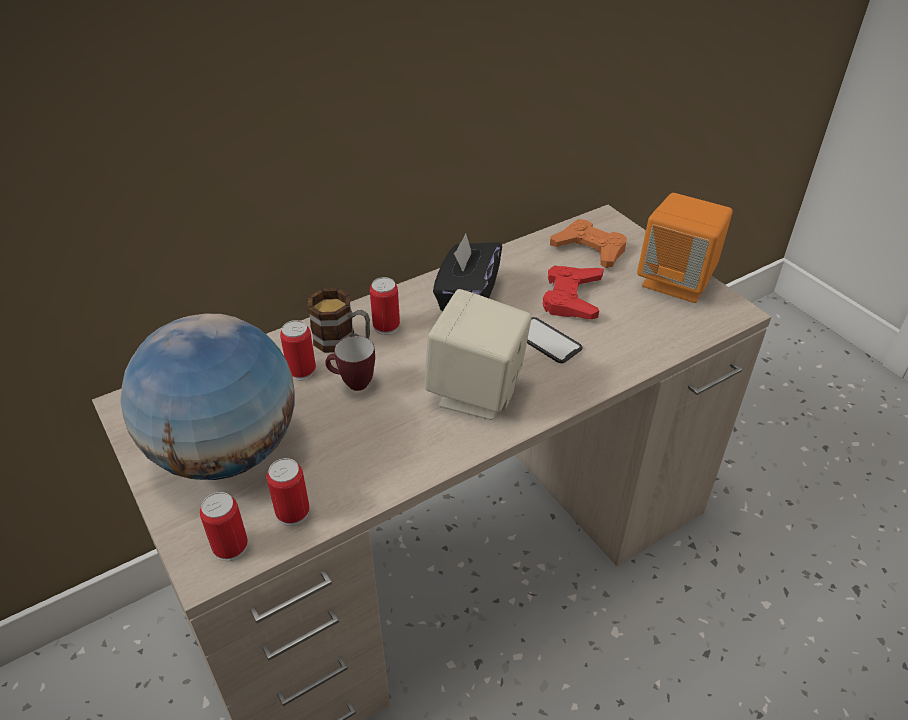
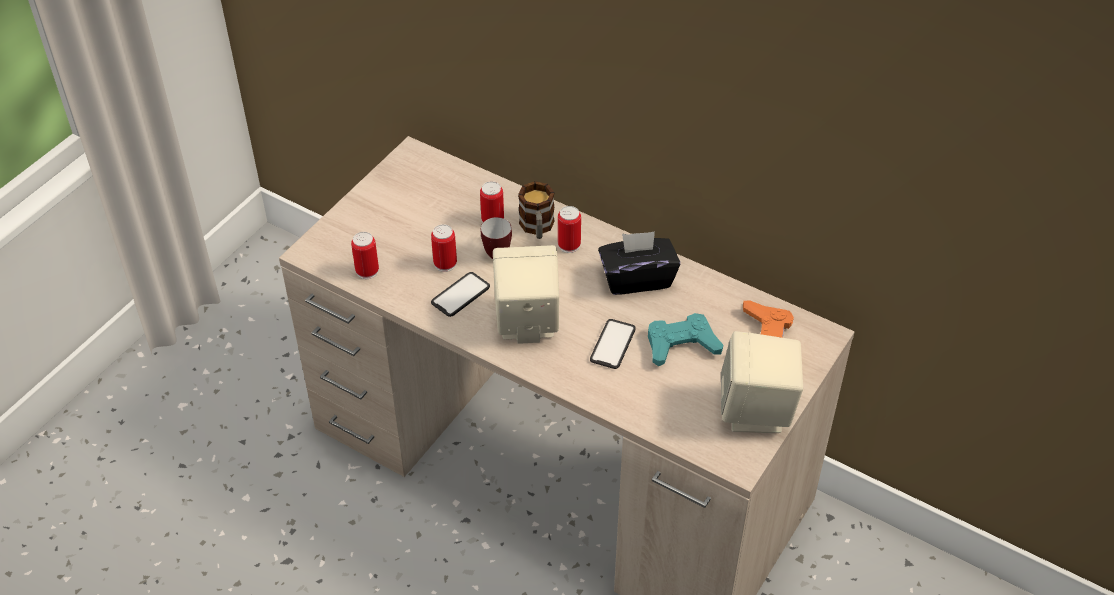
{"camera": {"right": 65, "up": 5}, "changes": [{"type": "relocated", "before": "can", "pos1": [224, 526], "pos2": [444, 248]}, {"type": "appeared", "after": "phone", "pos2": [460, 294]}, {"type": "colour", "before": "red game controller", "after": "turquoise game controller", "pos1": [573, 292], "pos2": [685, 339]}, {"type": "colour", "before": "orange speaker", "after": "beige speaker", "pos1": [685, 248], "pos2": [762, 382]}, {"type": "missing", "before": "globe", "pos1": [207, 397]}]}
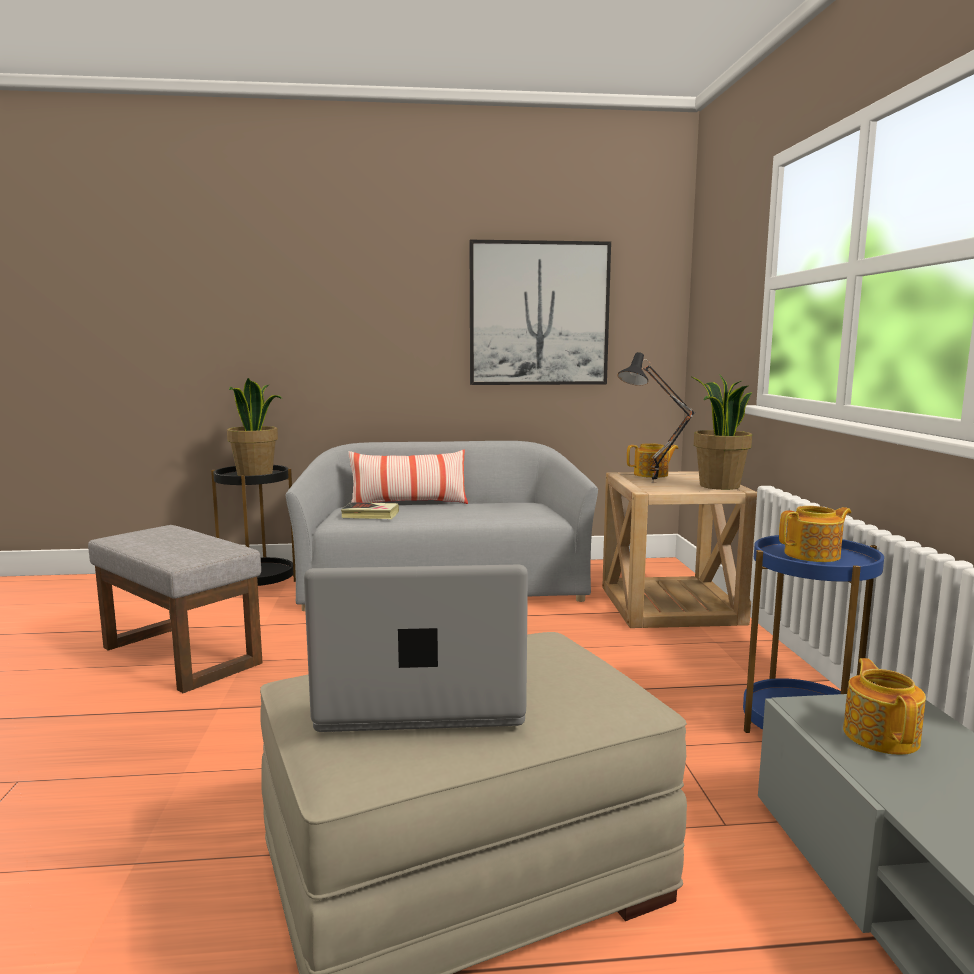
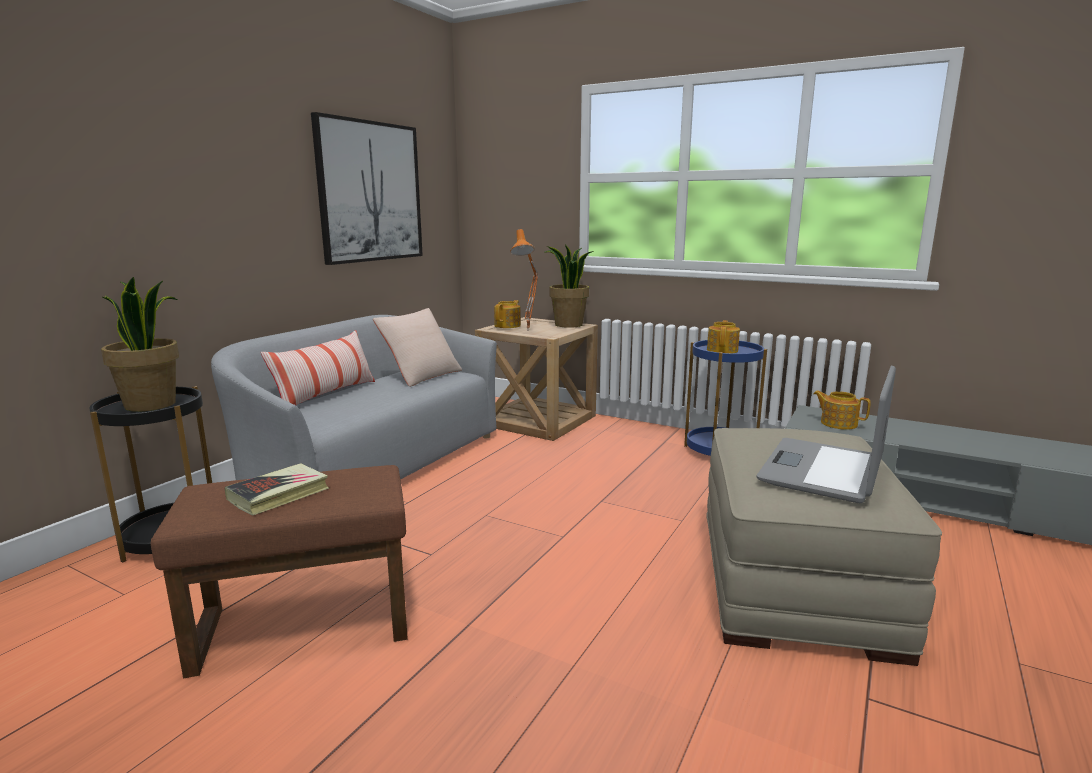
{"camera": {"right": -55, "up": 5}, "changes": [{"type": "colour", "before": "grey ottoman", "after": "brown ottoman", "pos1": [175, 609], "pos2": [279, 571]}, {"type": "relocated", "before": "book", "pos1": [370, 510], "pos2": [277, 489]}, {"type": "appeared", "after": "beige pillow", "pos2": [417, 347]}, {"type": "colour", "before": "black table lamp", "after": "orange table lamp", "pos1": [656, 417], "pos2": [524, 280]}]}
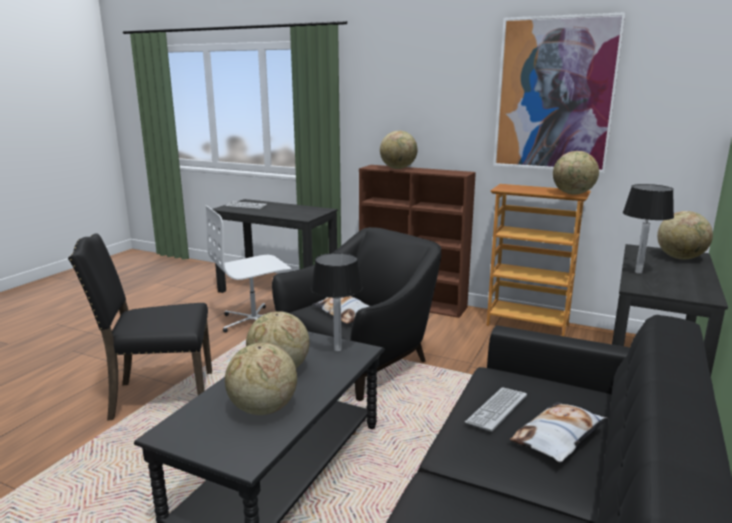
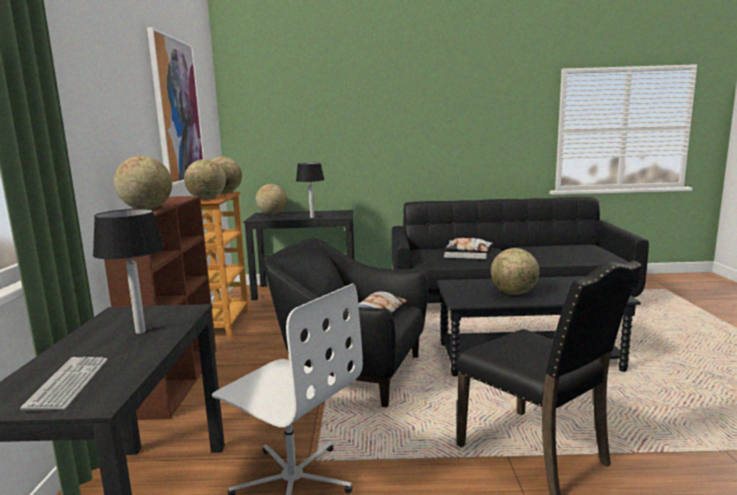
{"camera": {"right": -115, "up": -5}, "changes": [{"type": "relocated", "before": "table lamp", "pos1": [337, 302], "pos2": [129, 271]}, {"type": "relocated", "before": "globe", "pos1": [261, 379], "pos2": [205, 179]}]}
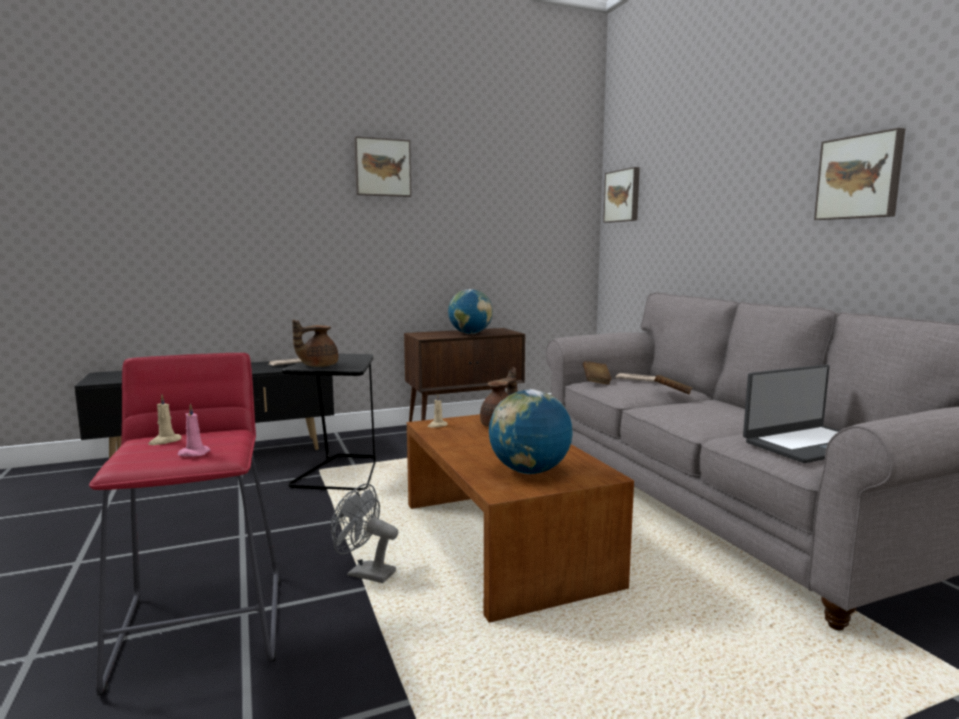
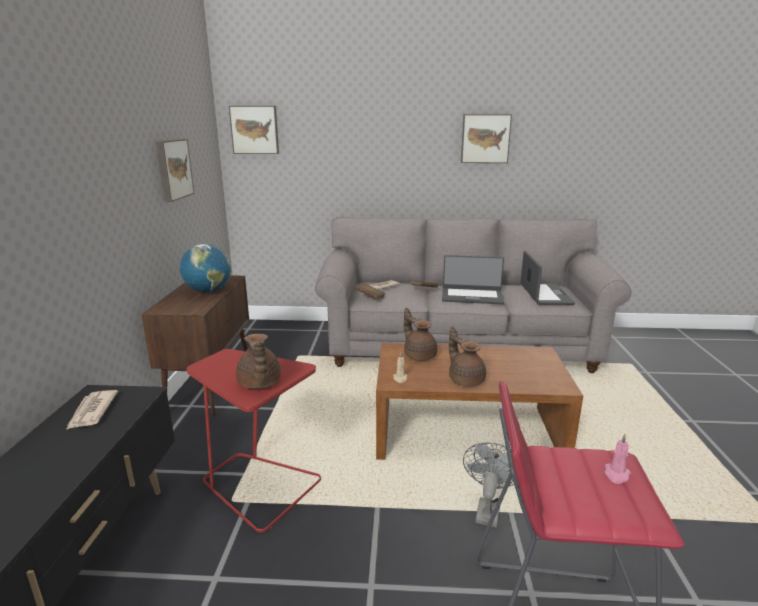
{"camera": {"right": -65, "up": 10}, "changes": [{"type": "relocated", "before": "picture", "pos1": [382, 167], "pos2": [175, 170]}, {"type": "colour", "before": "black side table", "after": "red side table", "pos1": [328, 421], "pos2": [254, 441]}, {"type": "appeared", "after": "laptop", "pos2": [473, 279]}, {"type": "appeared", "after": "brown teapot", "pos2": [467, 356]}, {"type": "spun", "before": "grey fan", "pos1": [364, 533], "pos2": [488, 485], "turn": 150}, {"type": "missing", "before": "beige candle", "pos1": [165, 419]}, {"type": "missing", "before": "globe", "pos1": [530, 431]}]}
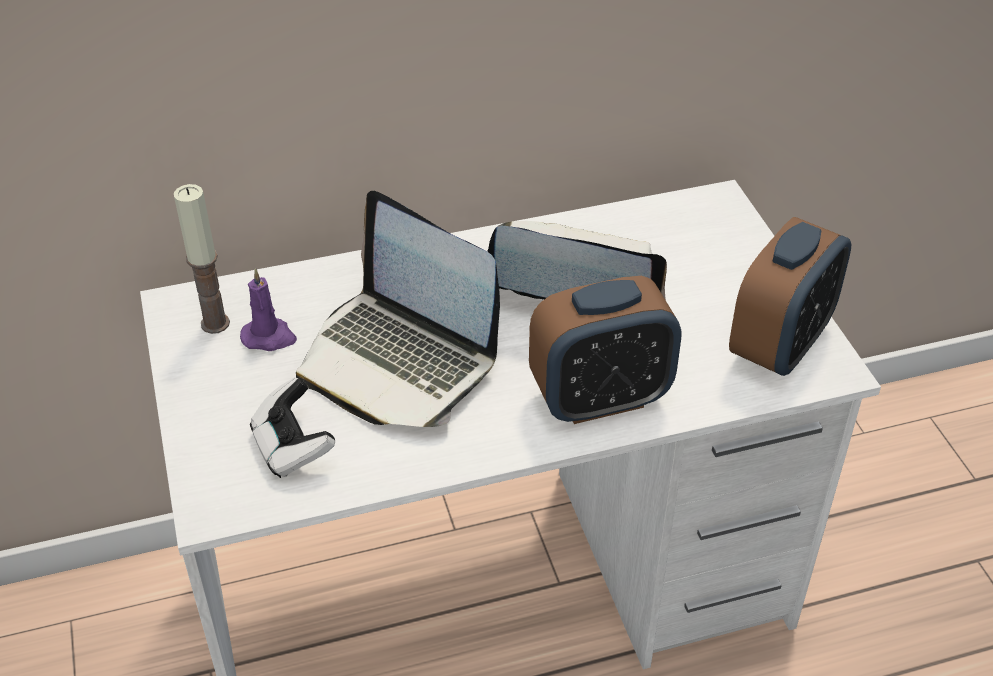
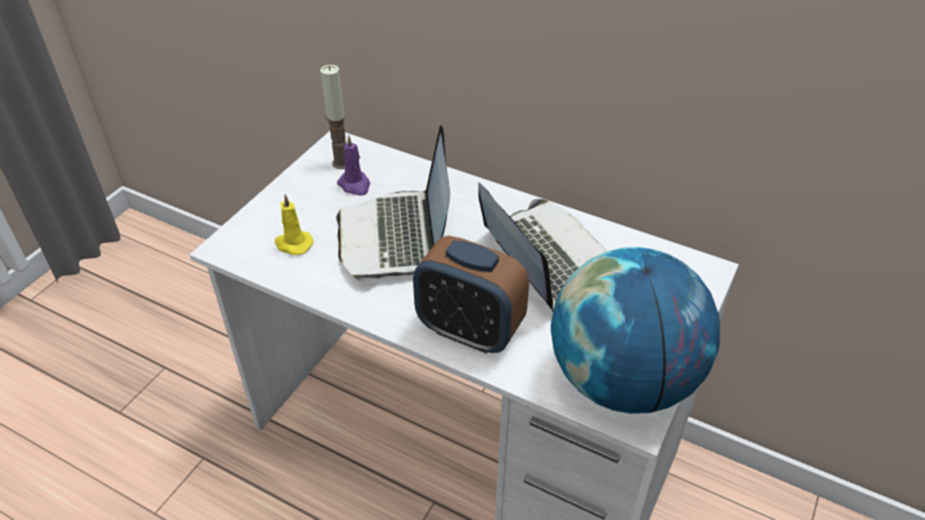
{"camera": {"right": 45, "up": 0}, "changes": [{"type": "exchanged", "before": "game controller", "after": "yellow candle", "pos1": [292, 428], "pos2": [294, 224]}, {"type": "exchanged", "before": "alarm clock", "after": "globe", "pos1": [790, 296], "pos2": [635, 330]}]}
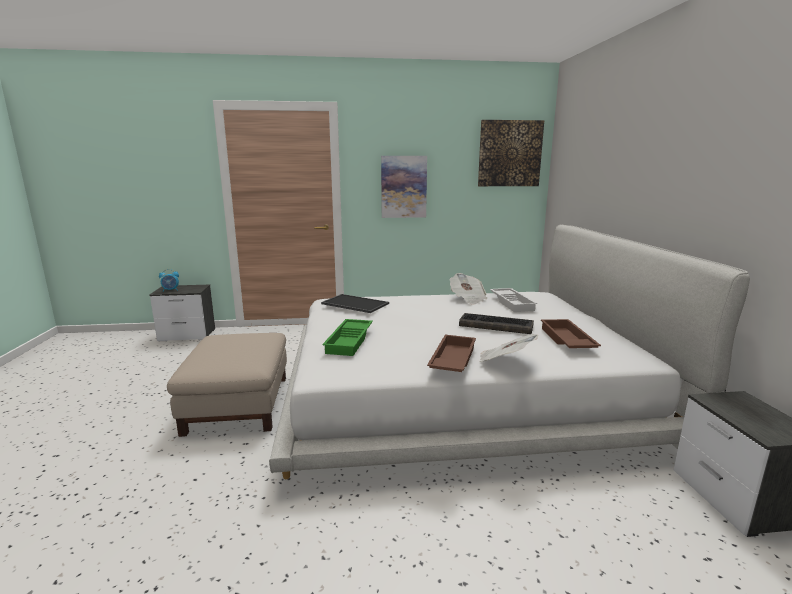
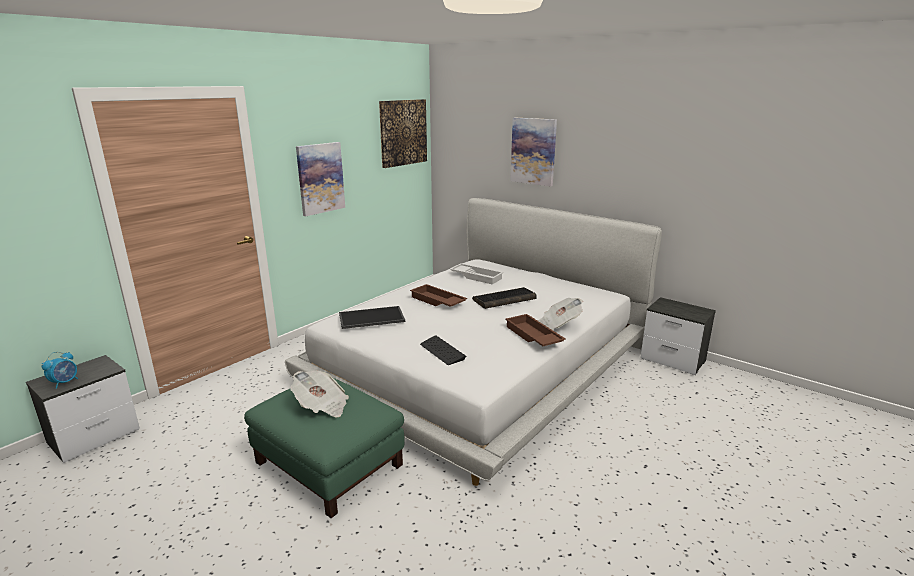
{"camera": {"right": -45, "up": 5}, "changes": [{"type": "colour", "before": "beige ottoman", "after": "green ottoman", "pos1": [227, 385], "pos2": [324, 447]}, {"type": "relocated", "before": "newspaper", "pos1": [468, 289], "pos2": [319, 393]}, {"type": "relocated", "before": "brown tray", "pos1": [571, 333], "pos2": [438, 295]}, {"type": "exchanged", "before": "green tray", "after": "keyboard", "pos1": [347, 337], "pos2": [443, 350]}, {"type": "appeared", "after": "picture", "pos2": [533, 152]}]}
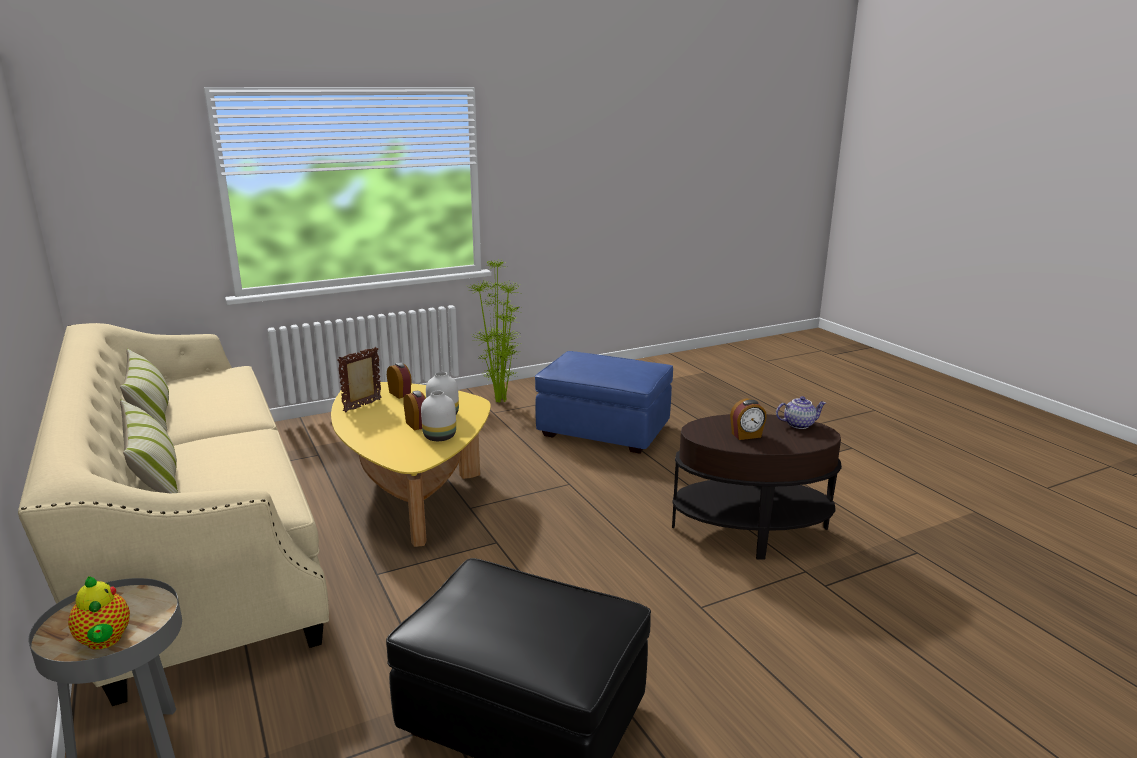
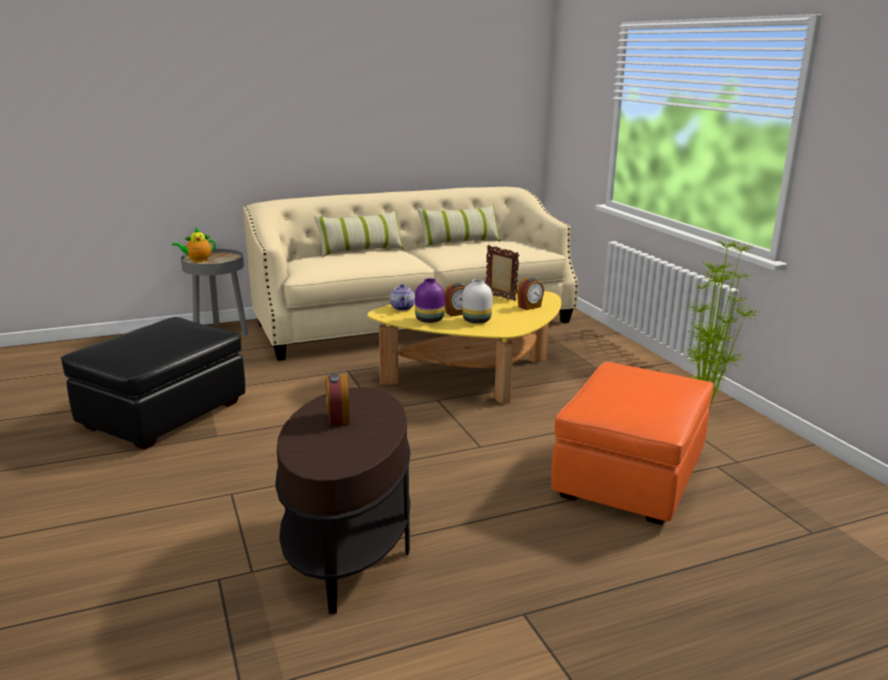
{"camera": {"right": 95, "up": 0}, "changes": [{"type": "relocated", "before": "teapot", "pos1": [801, 412], "pos2": [402, 297]}, {"type": "colour", "before": "white vase", "after": "purple vase", "pos1": [438, 416], "pos2": [430, 300]}, {"type": "colour", "before": "blue ottoman", "after": "orange ottoman", "pos1": [604, 402], "pos2": [632, 443]}]}
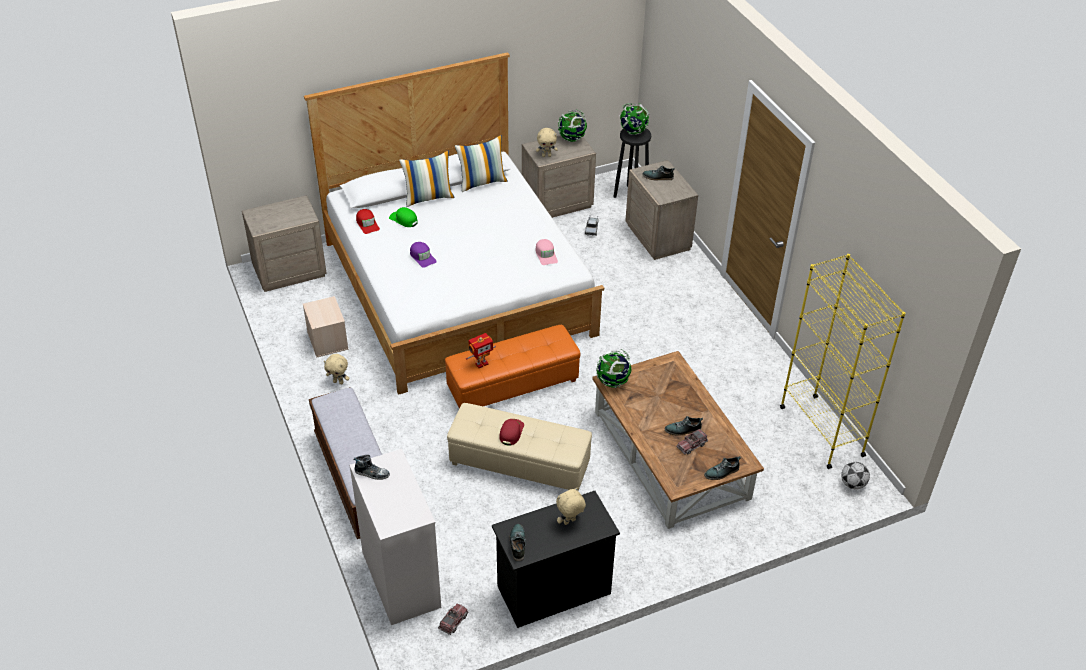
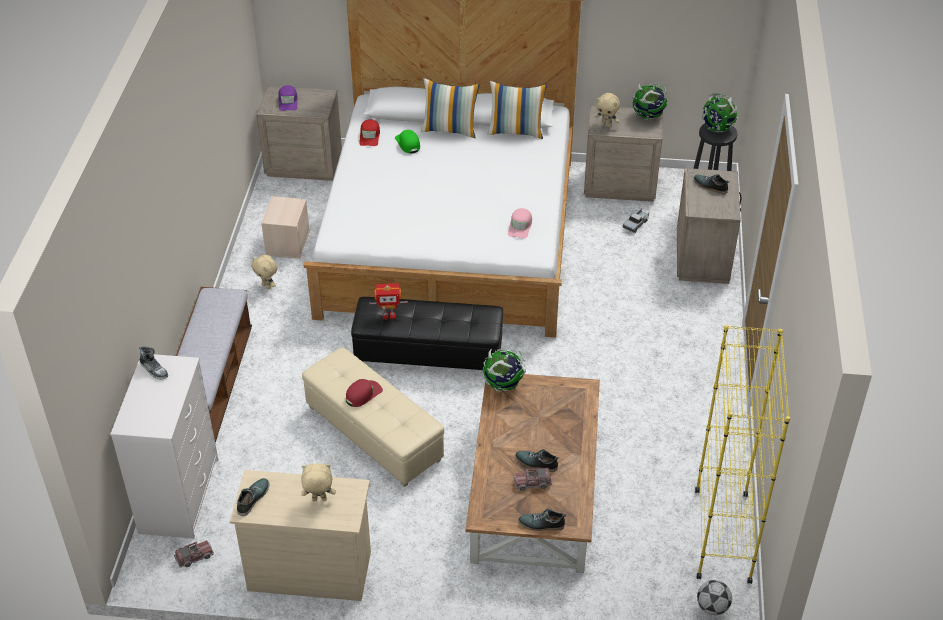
{"camera": {"right": 30, "up": 0}, "changes": [{"type": "colour", "before": "black dresser", "after": "beige dresser", "pos1": [556, 559], "pos2": [300, 535]}, {"type": "relocated", "before": "purple cap", "pos1": [423, 255], "pos2": [288, 98]}, {"type": "colour", "before": "orange ottoman", "after": "black ottoman", "pos1": [512, 366], "pos2": [427, 333]}]}
